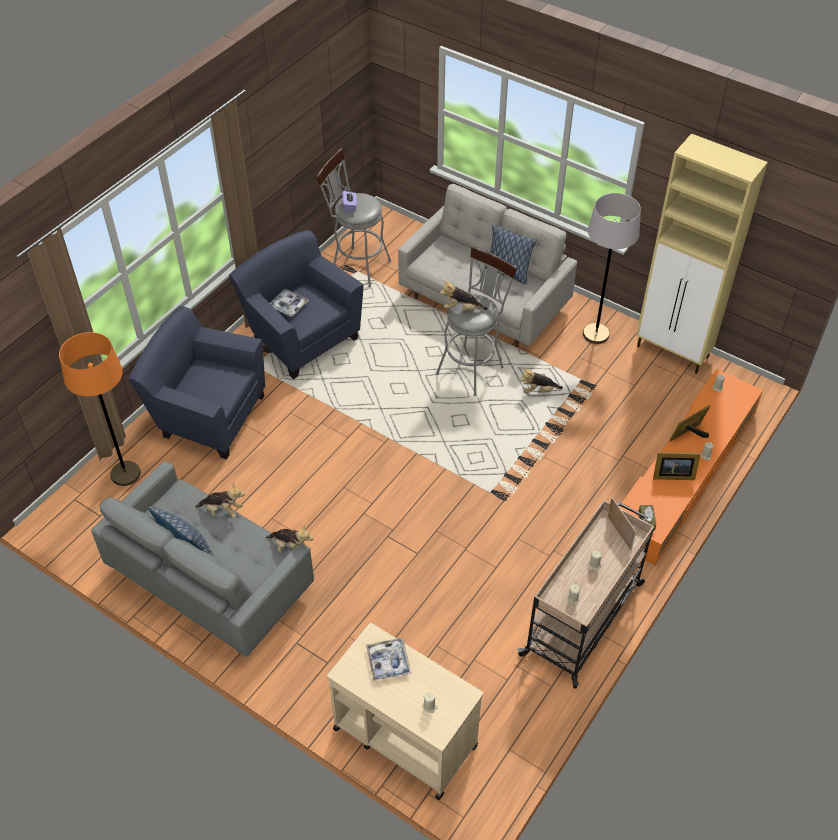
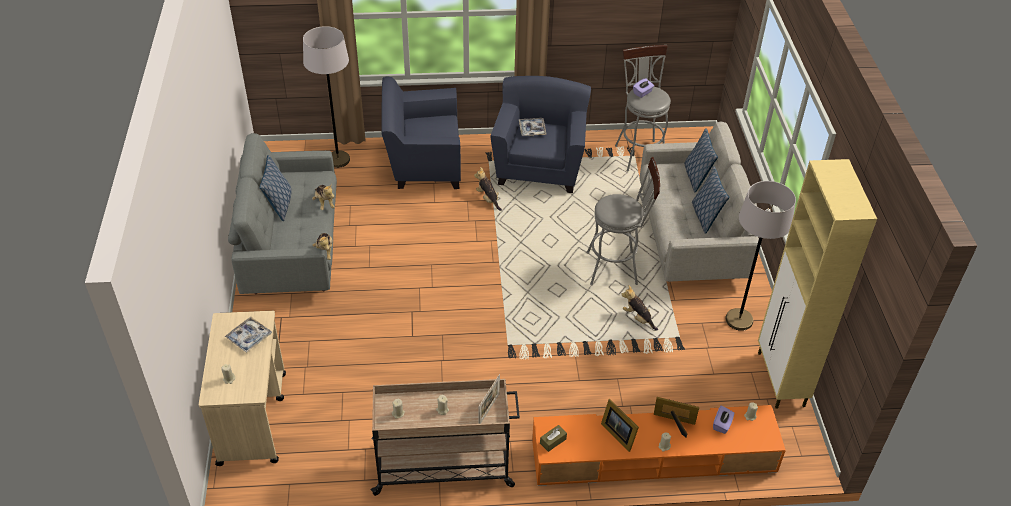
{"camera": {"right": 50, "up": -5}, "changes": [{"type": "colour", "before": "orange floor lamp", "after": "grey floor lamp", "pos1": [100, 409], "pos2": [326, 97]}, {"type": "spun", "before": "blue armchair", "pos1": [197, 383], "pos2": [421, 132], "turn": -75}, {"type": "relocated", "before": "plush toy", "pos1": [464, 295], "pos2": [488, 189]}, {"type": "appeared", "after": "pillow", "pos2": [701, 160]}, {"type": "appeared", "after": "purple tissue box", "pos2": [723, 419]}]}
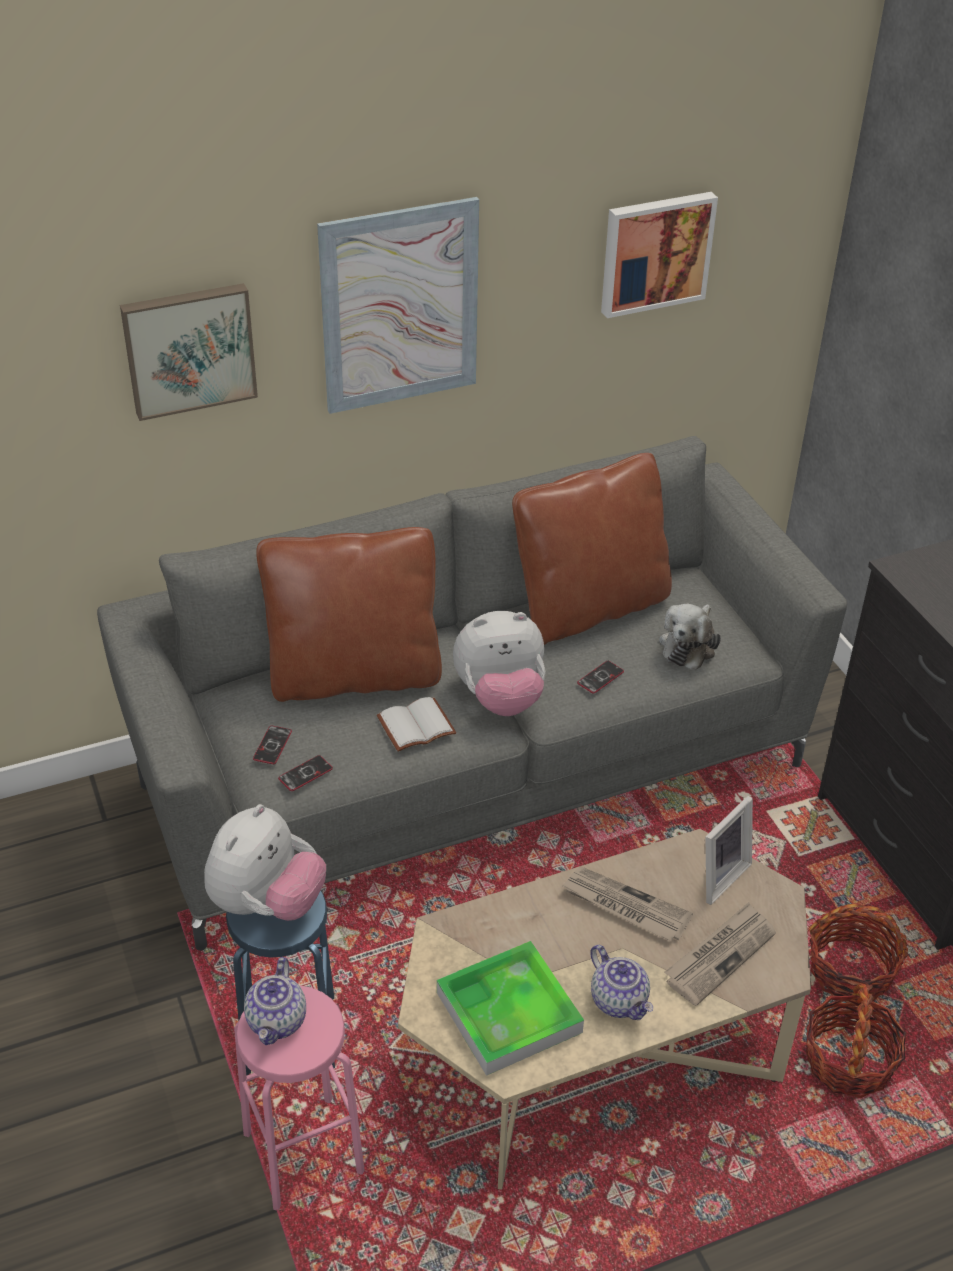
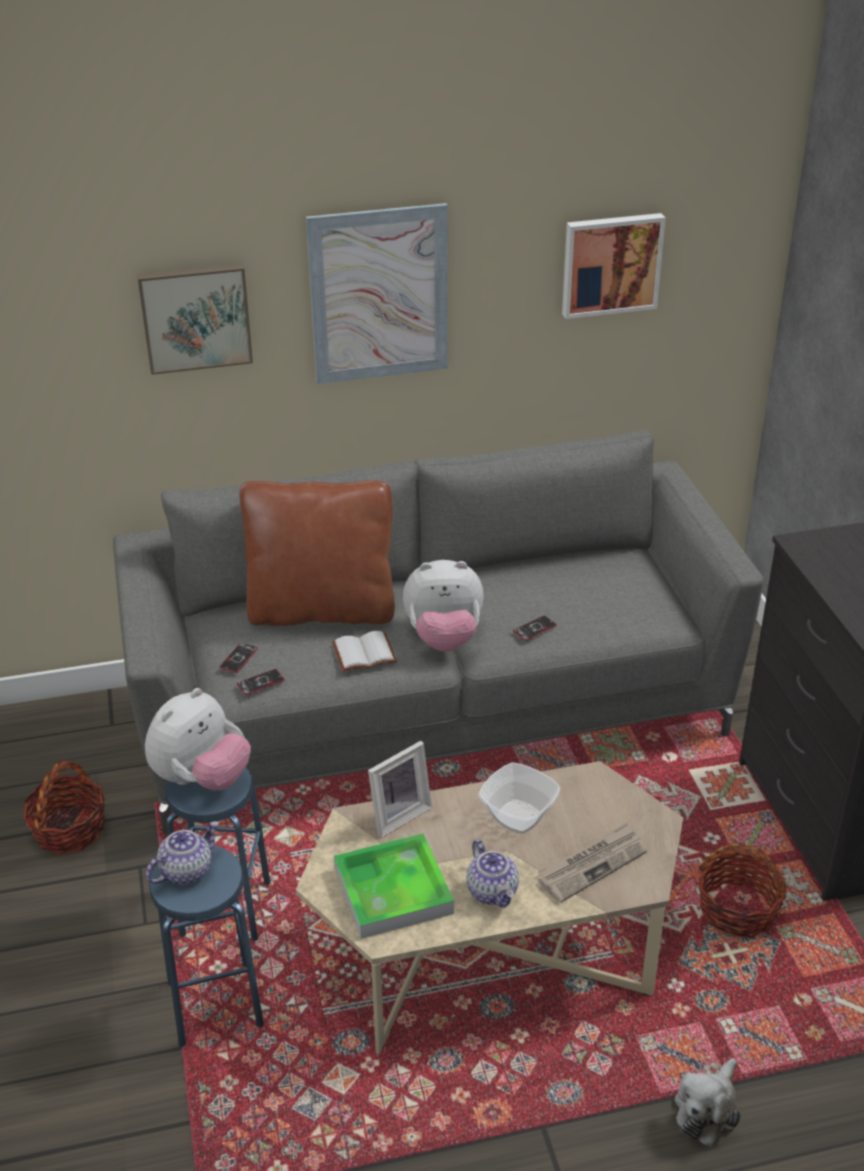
{"camera": {"right": 10, "up": -5}, "changes": [{"type": "relocated", "before": "basket", "pos1": [856, 1040], "pos2": [64, 808]}, {"type": "spun", "before": "teapot", "pos1": [275, 1001], "pos2": [182, 853], "turn": -150}, {"type": "colour", "before": "pink stool", "after": "blue stool", "pos1": [299, 1098], "pos2": [206, 946]}, {"type": "relocated", "before": "picture frame", "pos1": [729, 850], "pos2": [400, 789]}, {"type": "exchanged", "before": "newspaper", "after": "bowl", "pos1": [627, 904], "pos2": [519, 798]}, {"type": "relocated", "before": "plush toy", "pos1": [690, 637], "pos2": [707, 1102]}, {"type": "missing", "before": "brown pillow", "pos1": [592, 549]}]}
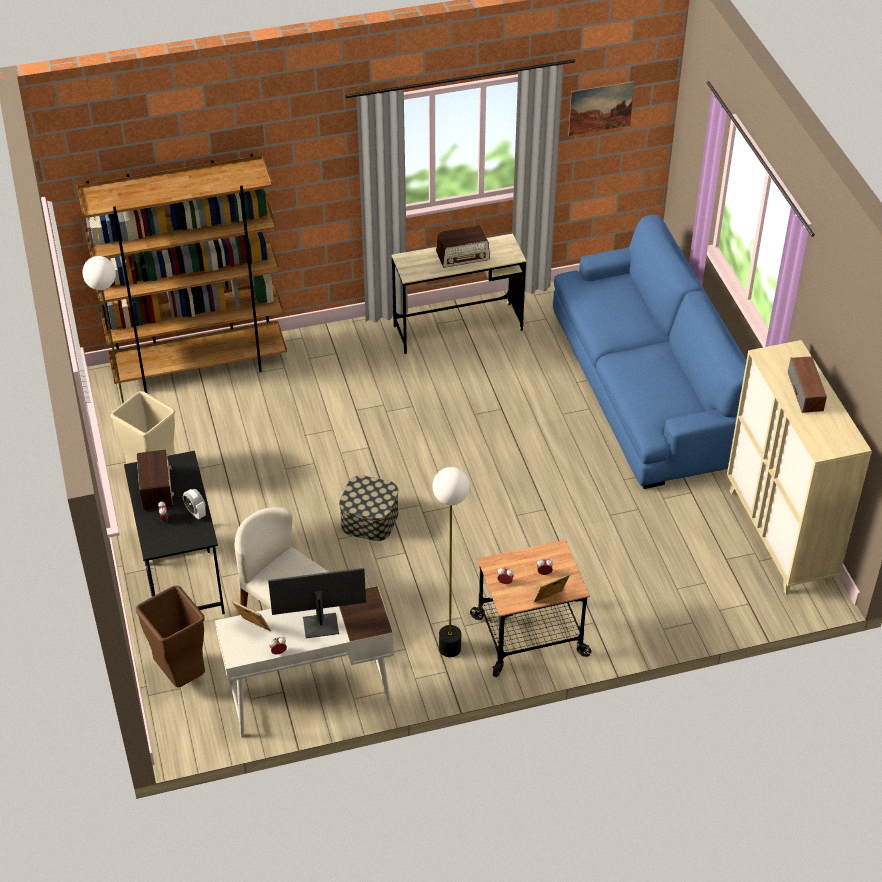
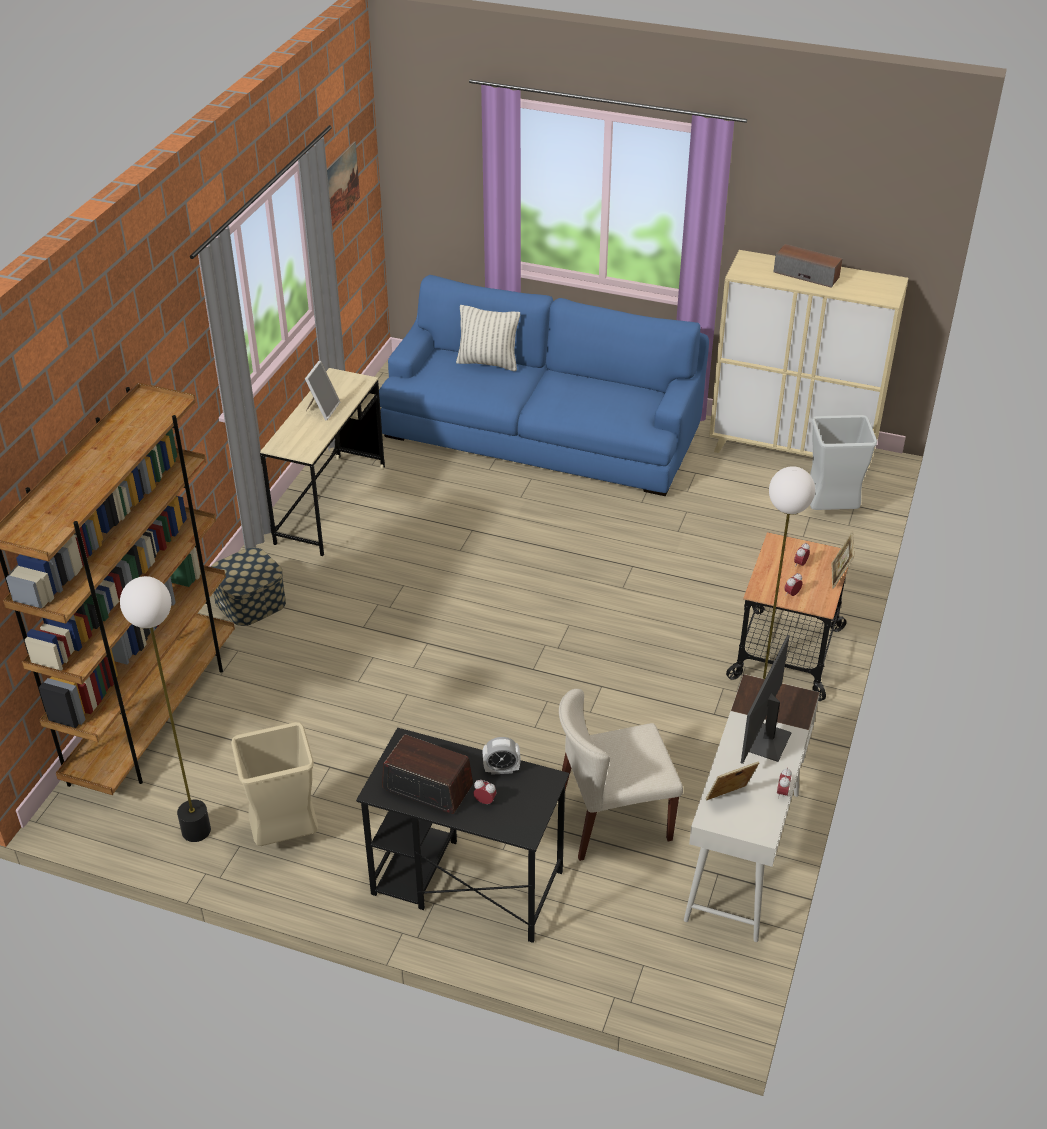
{"camera": {"right": -55, "up": -5}, "changes": [{"type": "relocated", "before": "storage box", "pos1": [368, 508], "pos2": [248, 586]}, {"type": "exchanged", "before": "radio", "after": "picture frame", "pos1": [463, 246], "pos2": [322, 390]}, {"type": "appeared", "after": "pillow", "pos2": [488, 338]}, {"type": "appeared", "after": "grey trash can", "pos2": [843, 462]}, {"type": "missing", "before": "brown trash can", "pos1": [170, 636]}]}
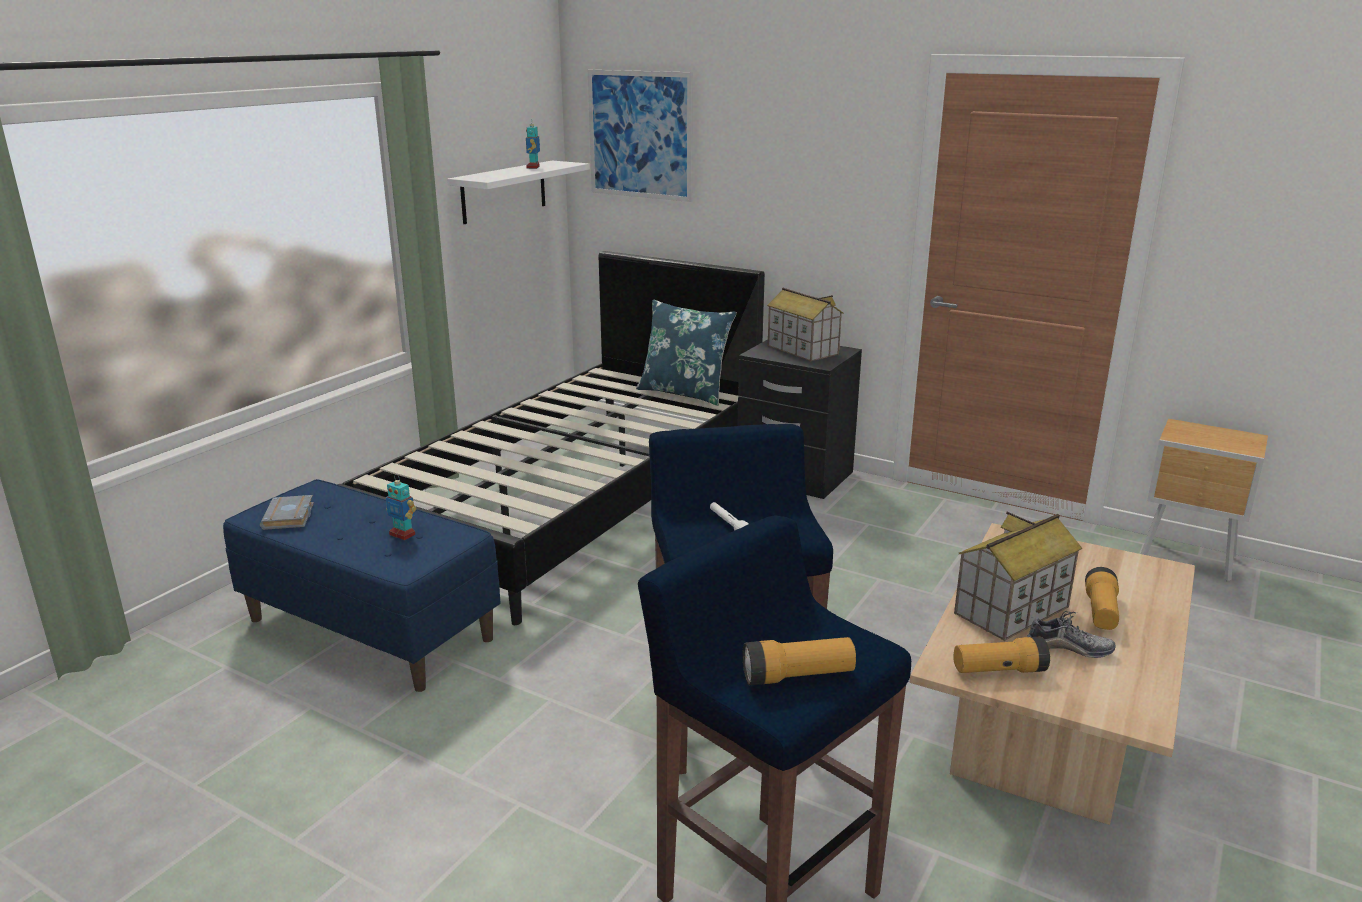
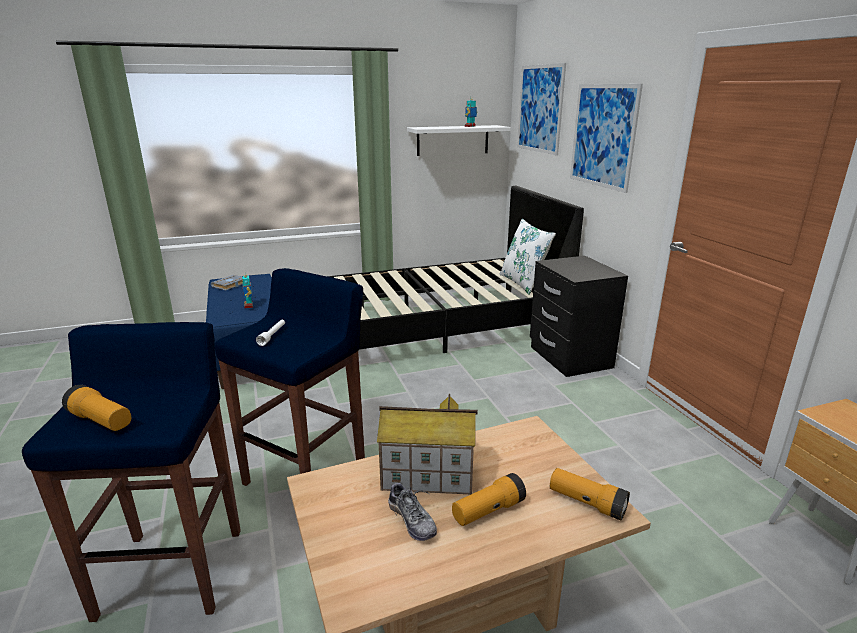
{"camera": {"right": 40, "up": 0}, "changes": [{"type": "colour", "before": "blue pillow", "after": "white pillow", "pos1": [686, 353], "pos2": [527, 257]}, {"type": "relocated", "before": "flashlight", "pos1": [1001, 655], "pos2": [590, 494]}, {"type": "appeared", "after": "picture", "pos2": [606, 138]}, {"type": "missing", "before": "toy house", "pos1": [805, 324]}]}
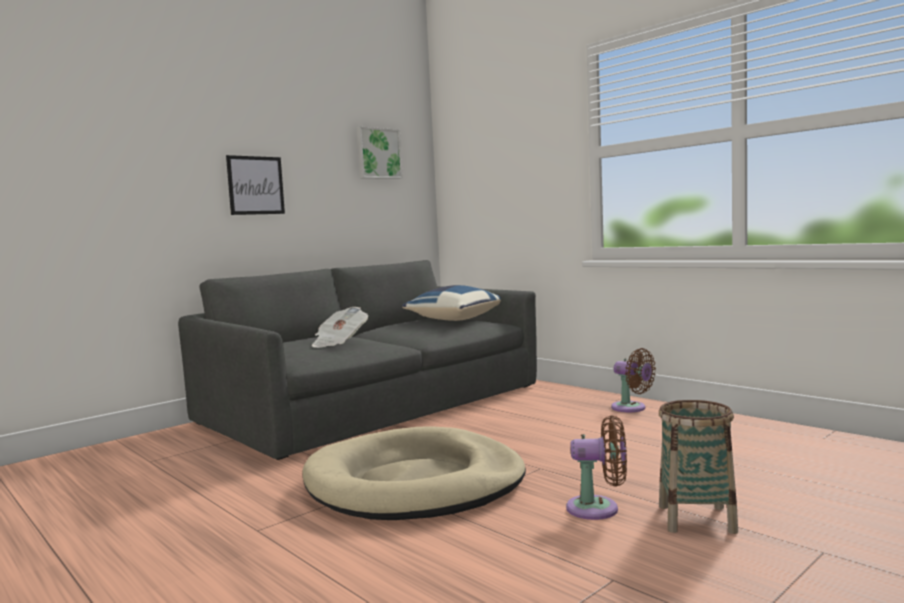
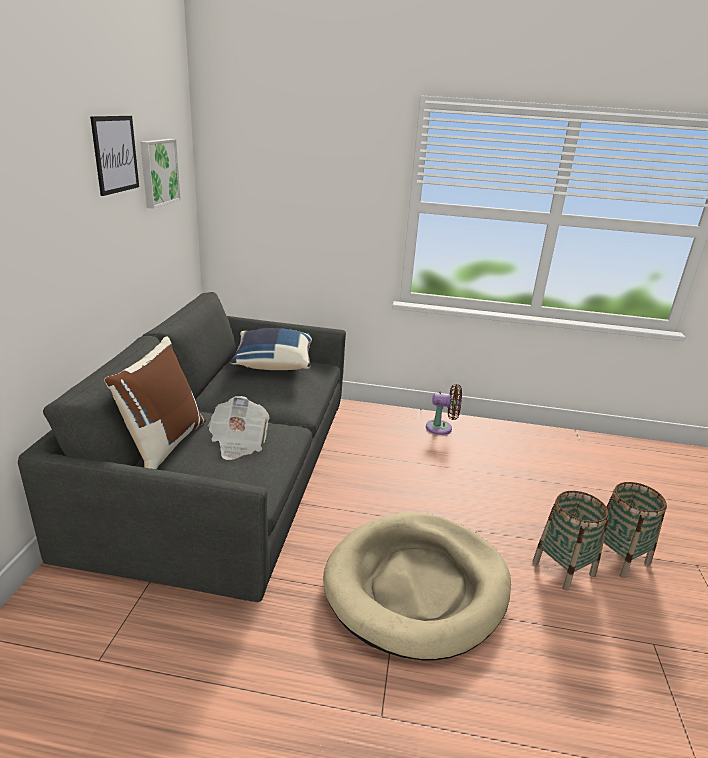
{"camera": {"right": -40, "up": 20}, "changes": [{"type": "relocated", "before": "picture", "pos1": [255, 185], "pos2": [114, 156]}, {"type": "appeared", "after": "brown pillow", "pos2": [155, 403]}, {"type": "exchanged", "before": "brown fan", "after": "basket", "pos1": [596, 467], "pos2": [571, 541]}]}
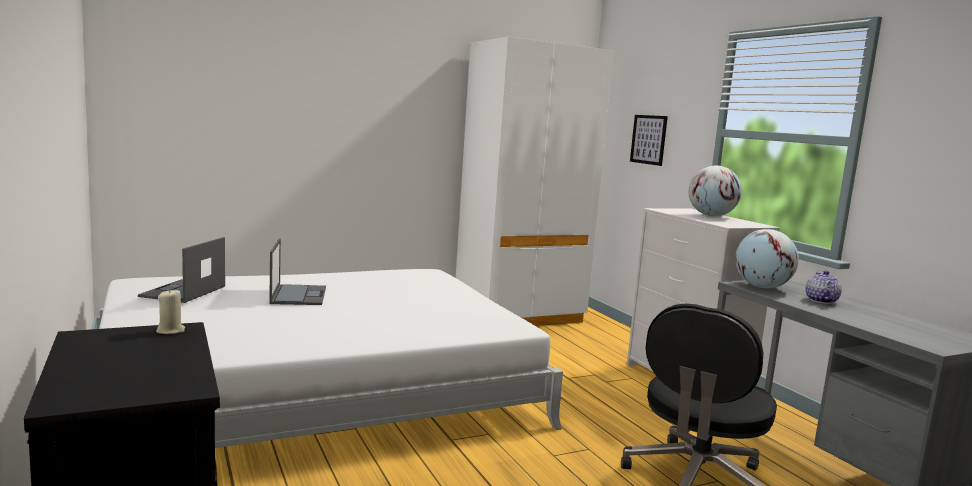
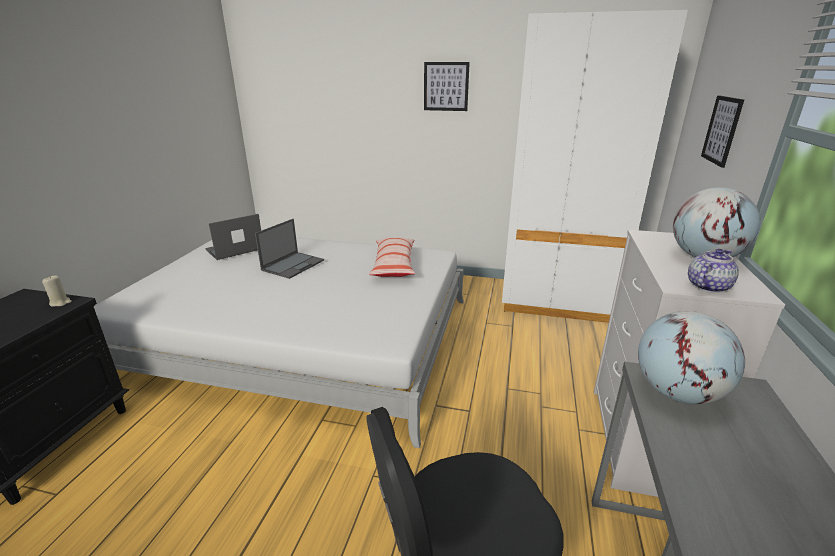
{"camera": {"right": 40, "up": 15}, "changes": [{"type": "appeared", "after": "pillow", "pos2": [392, 257]}, {"type": "appeared", "after": "picture", "pos2": [447, 86]}, {"type": "relocated", "before": "teapot", "pos1": [824, 287], "pos2": [713, 271]}]}
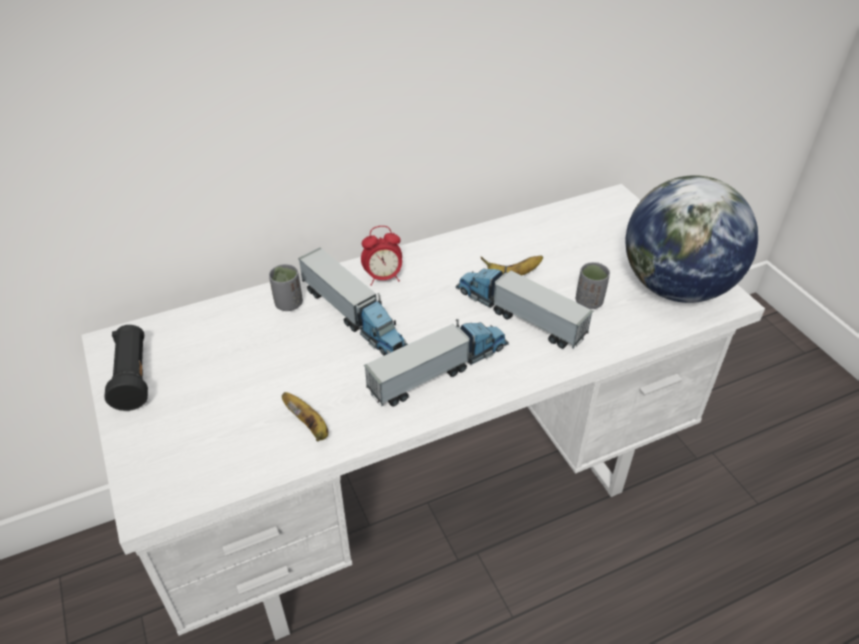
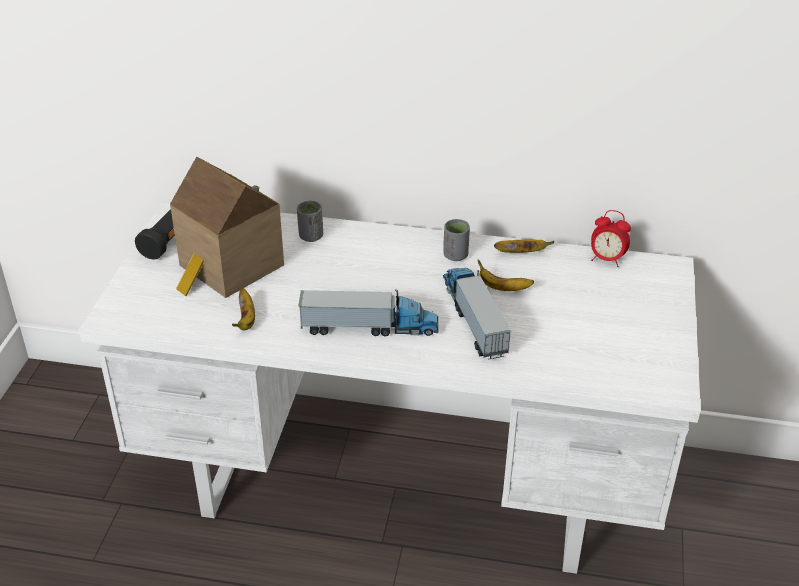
{"camera": {"right": 35, "up": -5}, "changes": [{"type": "appeared", "after": "toy house", "pos2": [227, 227]}, {"type": "relocated", "before": "grey cup", "pos1": [593, 285], "pos2": [456, 240]}, {"type": "appeared", "after": "banana", "pos2": [524, 246]}, {"type": "relocated", "before": "alarm clock", "pos1": [381, 256], "pos2": [611, 238]}, {"type": "missing", "before": "toy truck", "pos1": [353, 301]}, {"type": "missing", "before": "globe", "pos1": [692, 239]}]}
